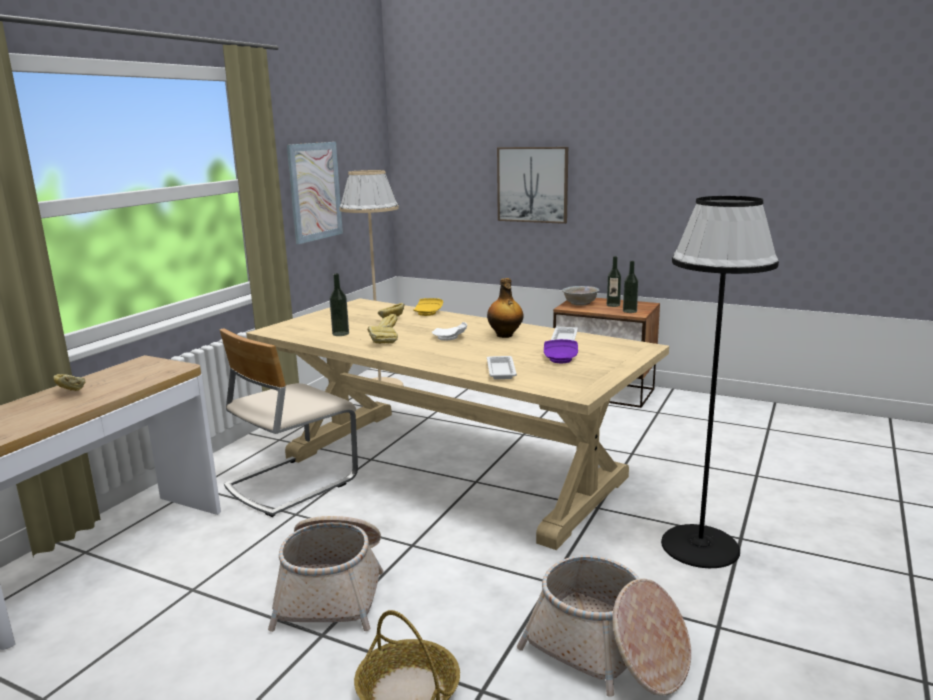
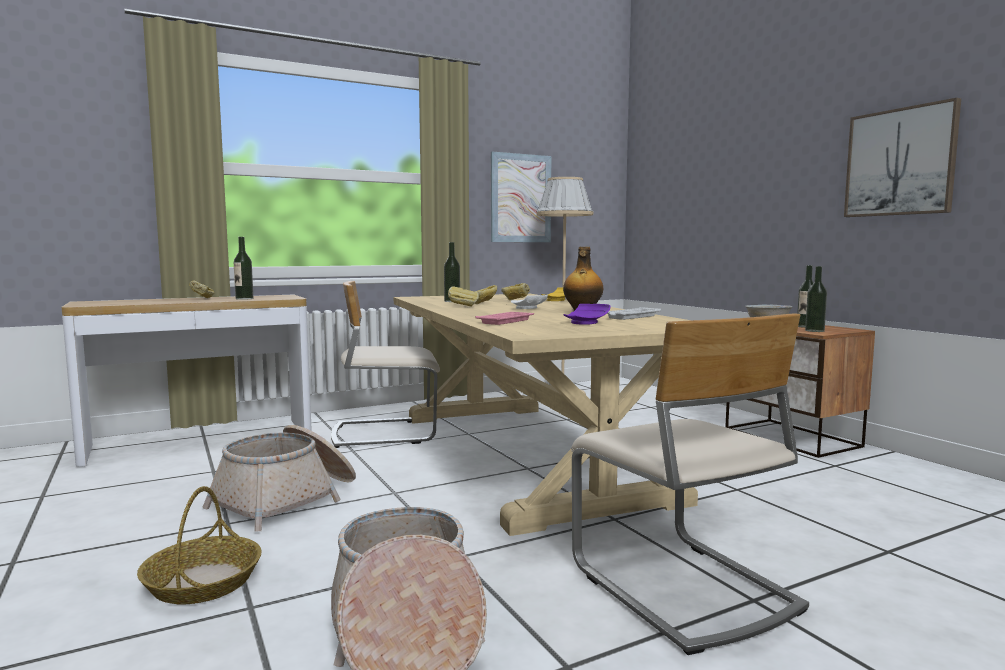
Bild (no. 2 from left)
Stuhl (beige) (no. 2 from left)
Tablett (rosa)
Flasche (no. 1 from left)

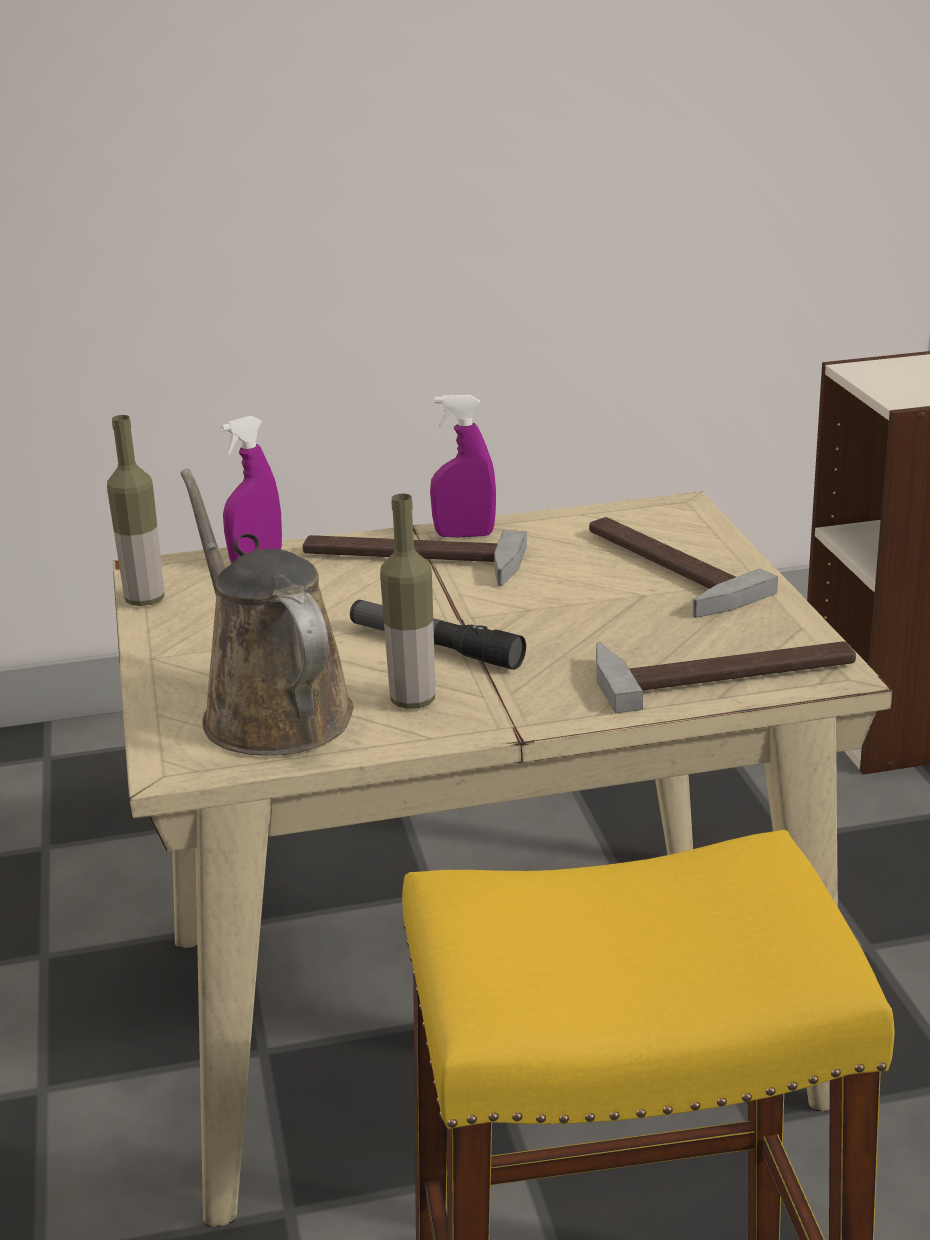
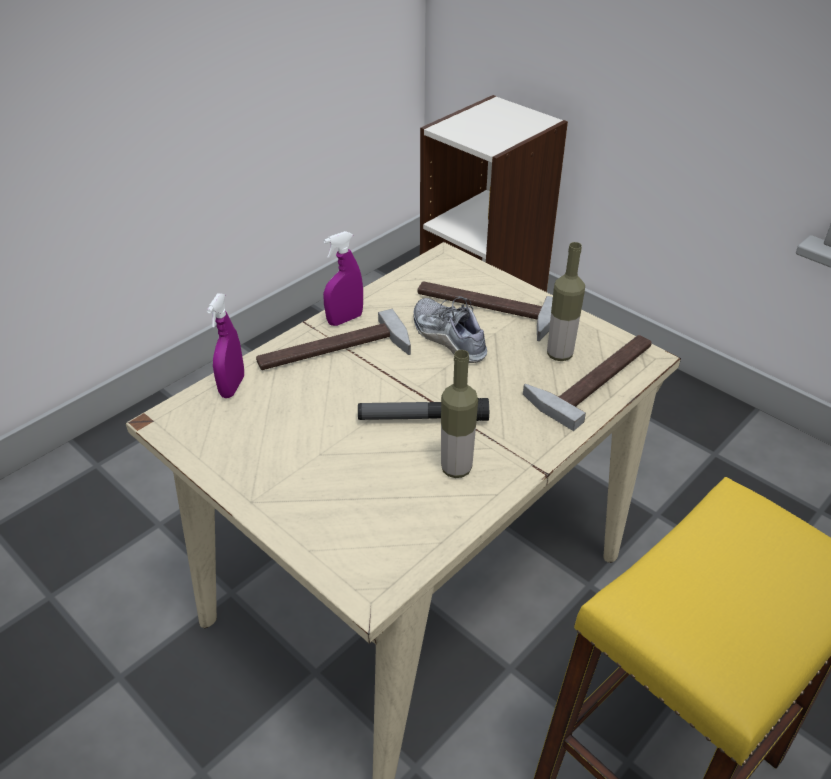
Flasche (no. 2 from left)
Gießkanne (braun)
Schuh

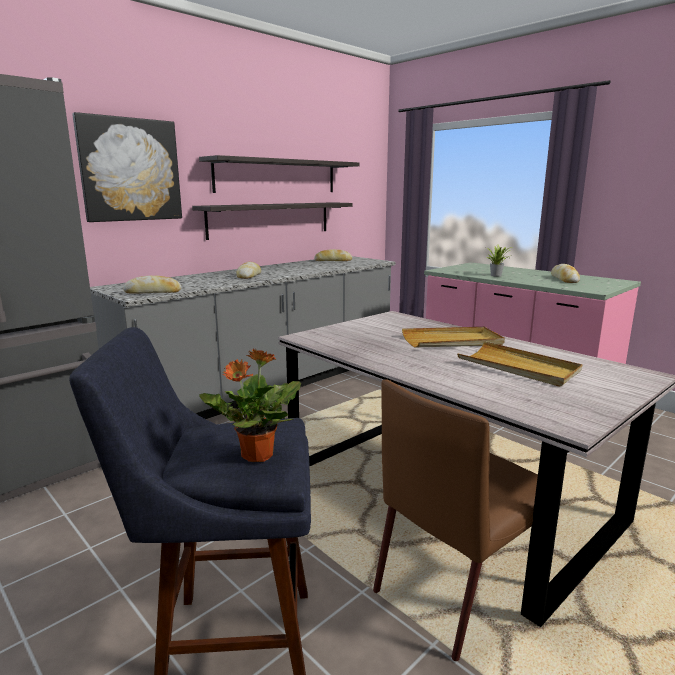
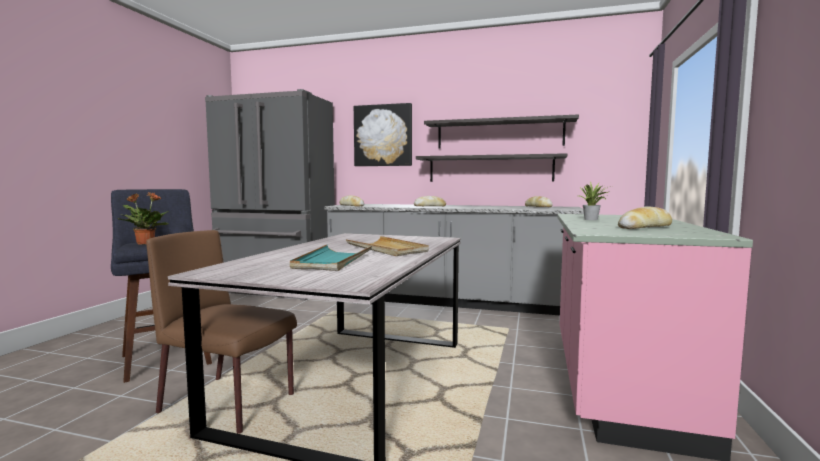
Tablett (türkis)

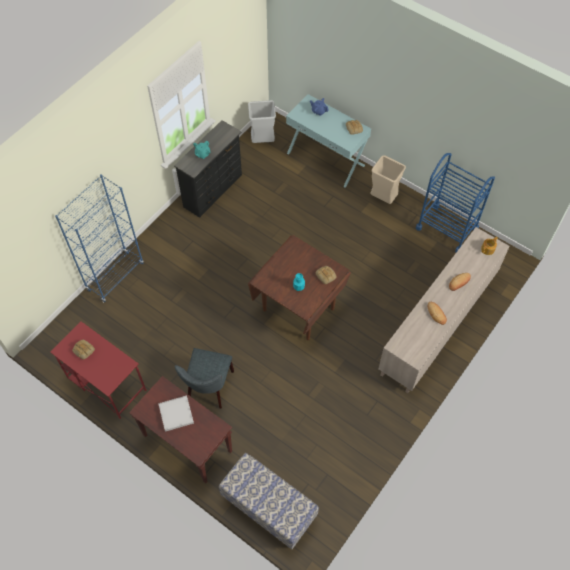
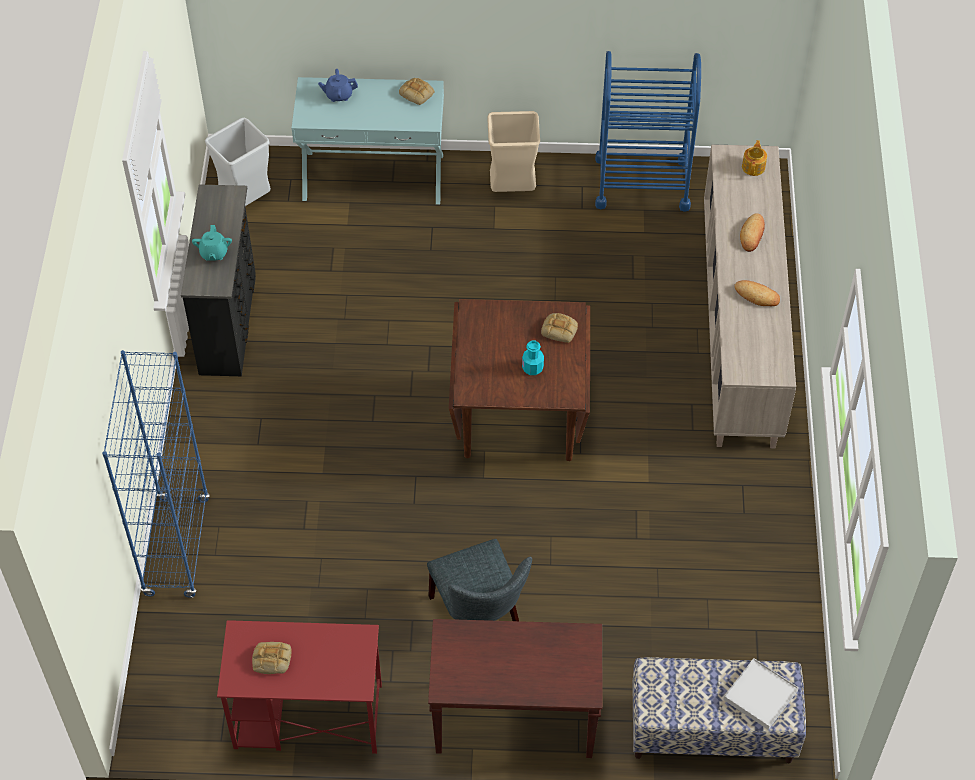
Tablett (weiß)

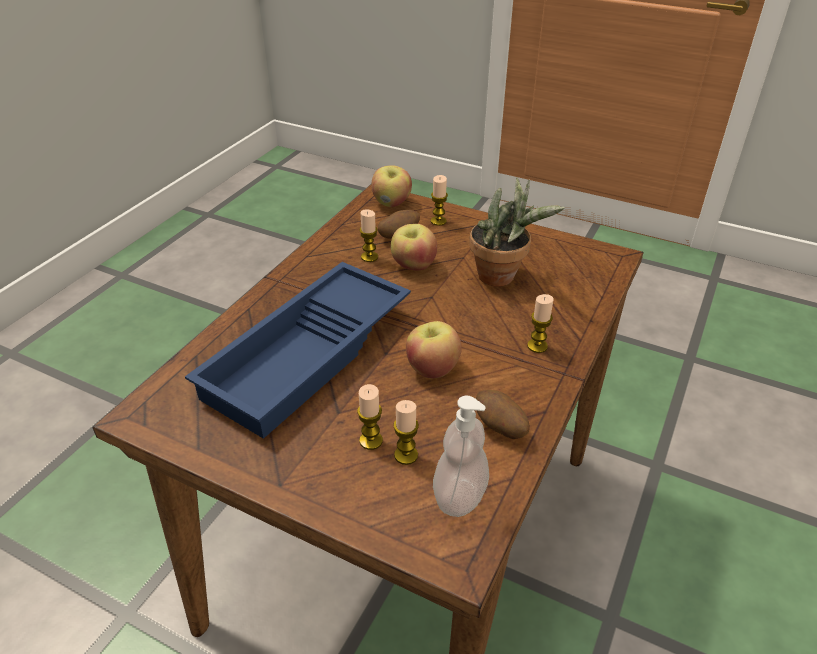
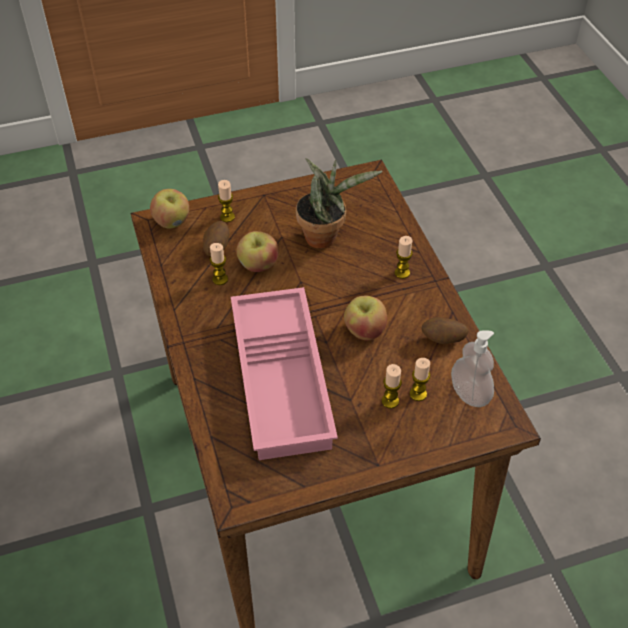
Tablett (rosa)

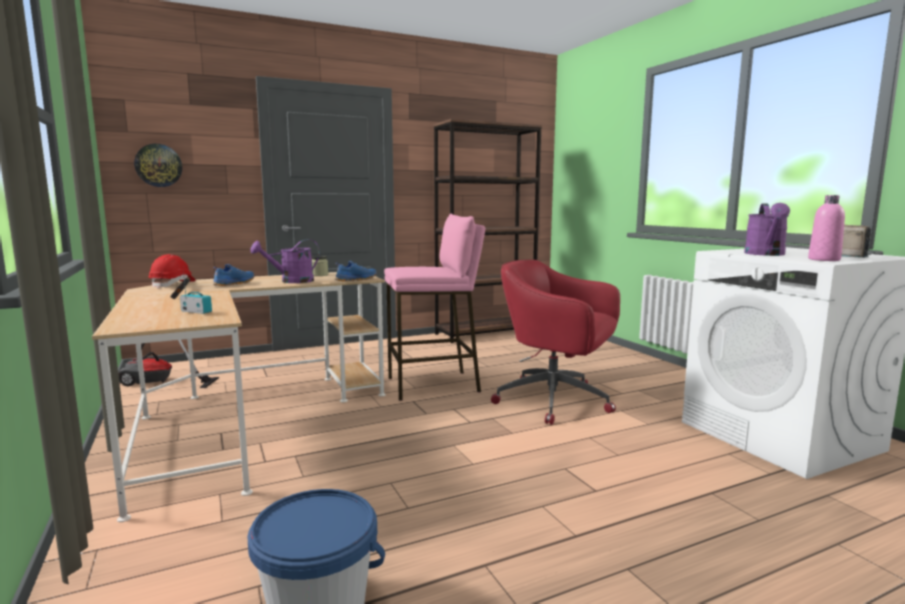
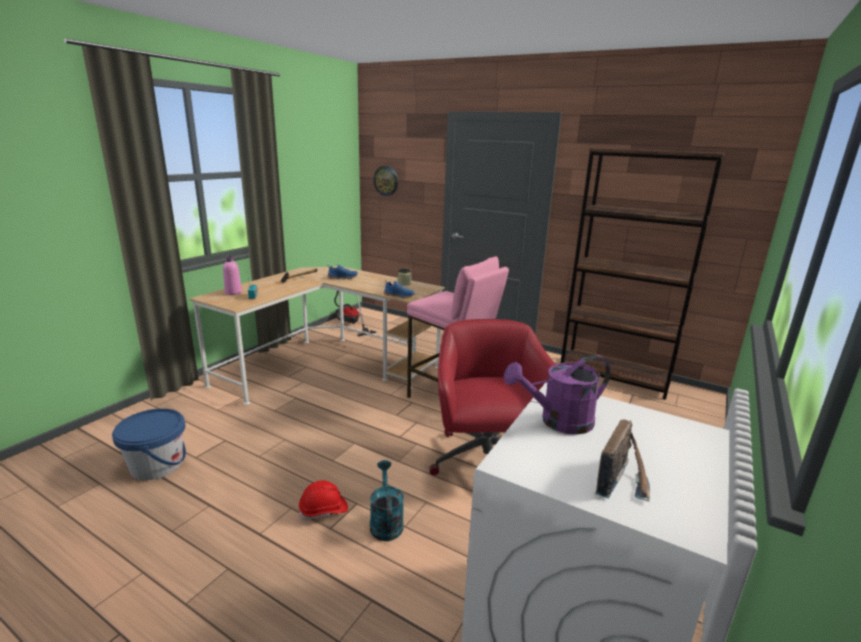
Flasche (rosa)
Gießkanne (lila) (no. 1 from left in the first image)
Schutzhelm (rot)
Gießkanne (türkis)

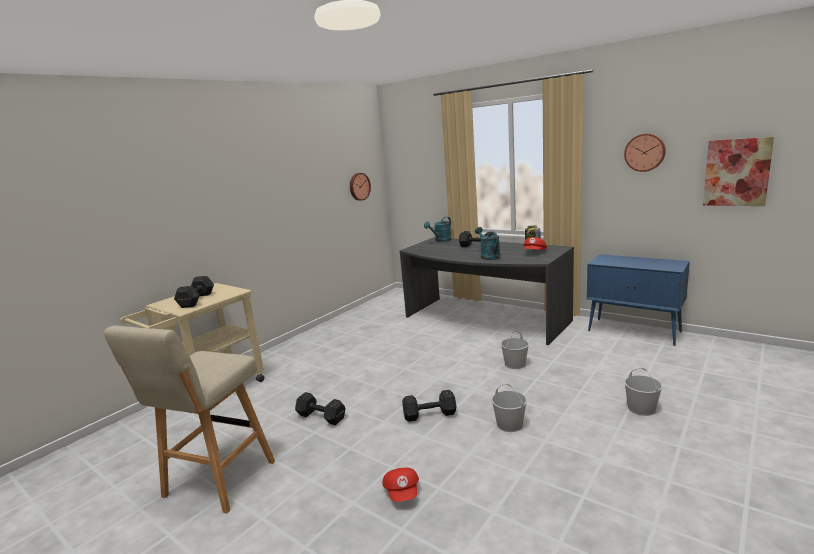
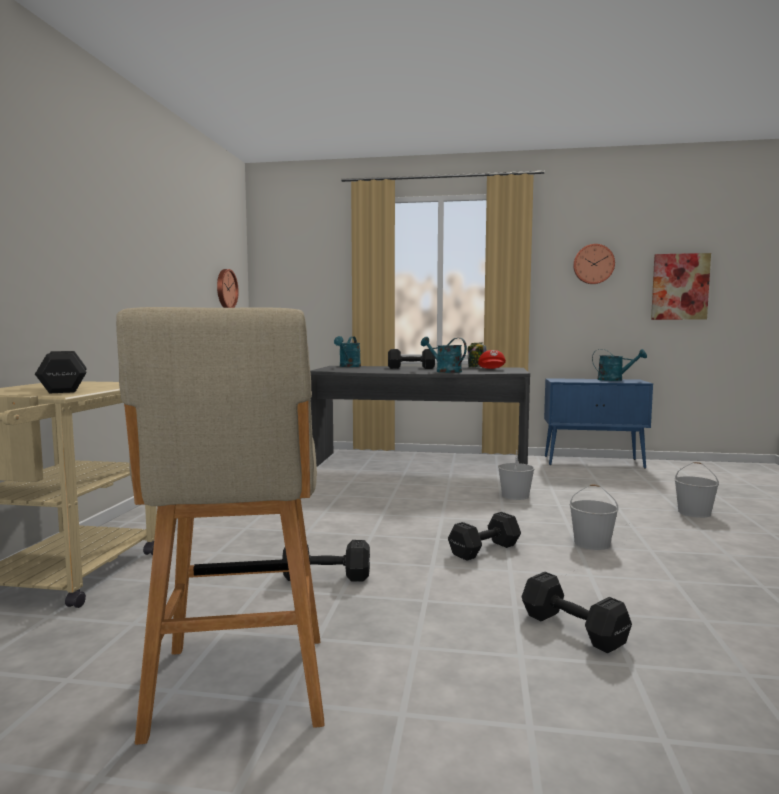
Hantel (schwarz) (no. 5 from left)
Gießkanne (türkis) (no. 3 from left)

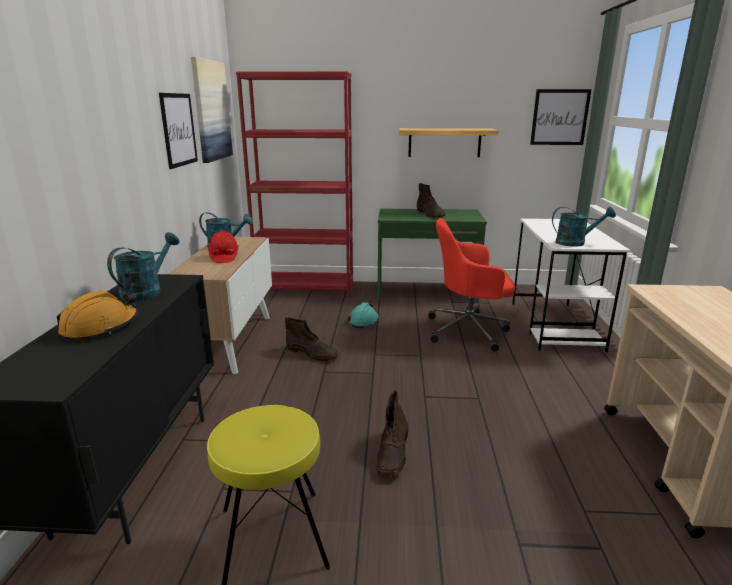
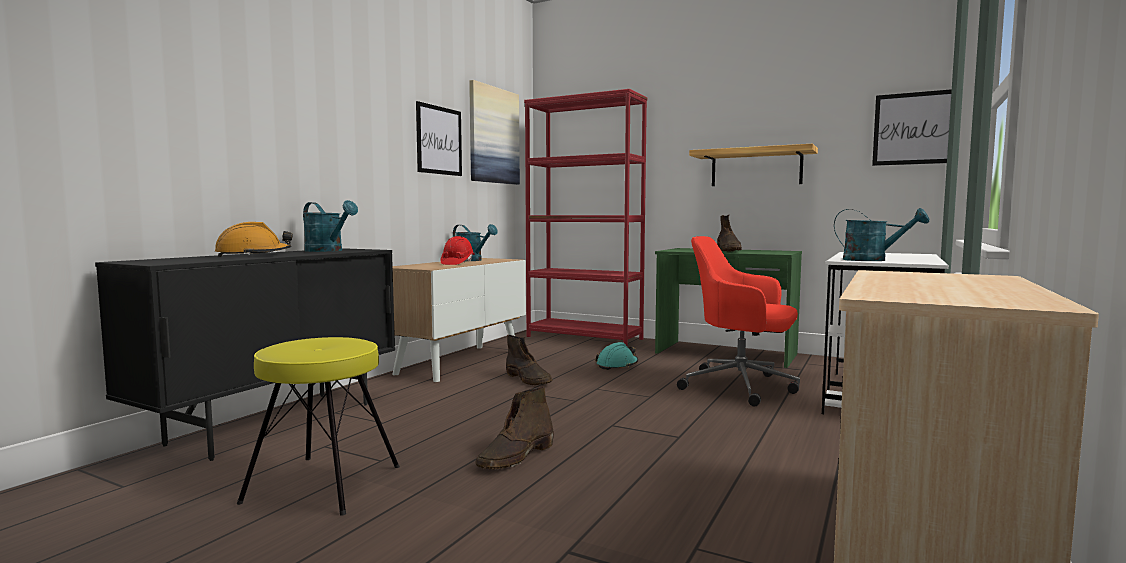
Gießkanne (türkis) (no. 1 from left)

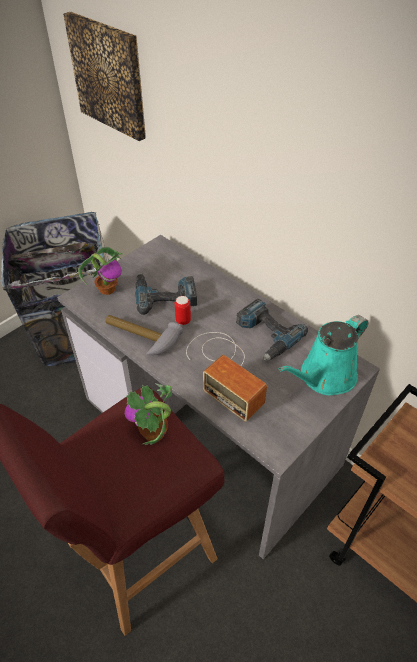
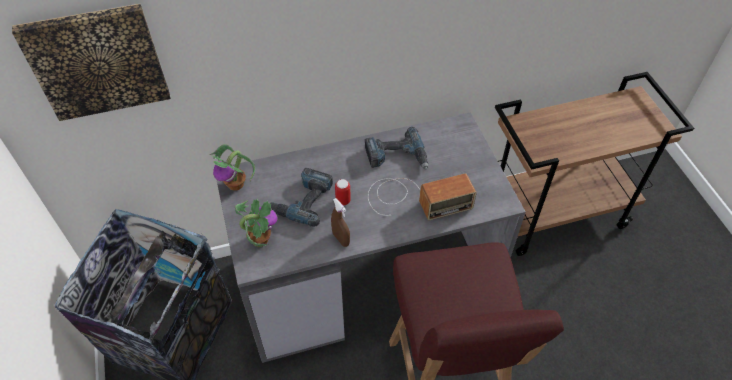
Sprühflasche (braun)
Gießkanne (türkis)
Topfpflanze (no. 1 from left)

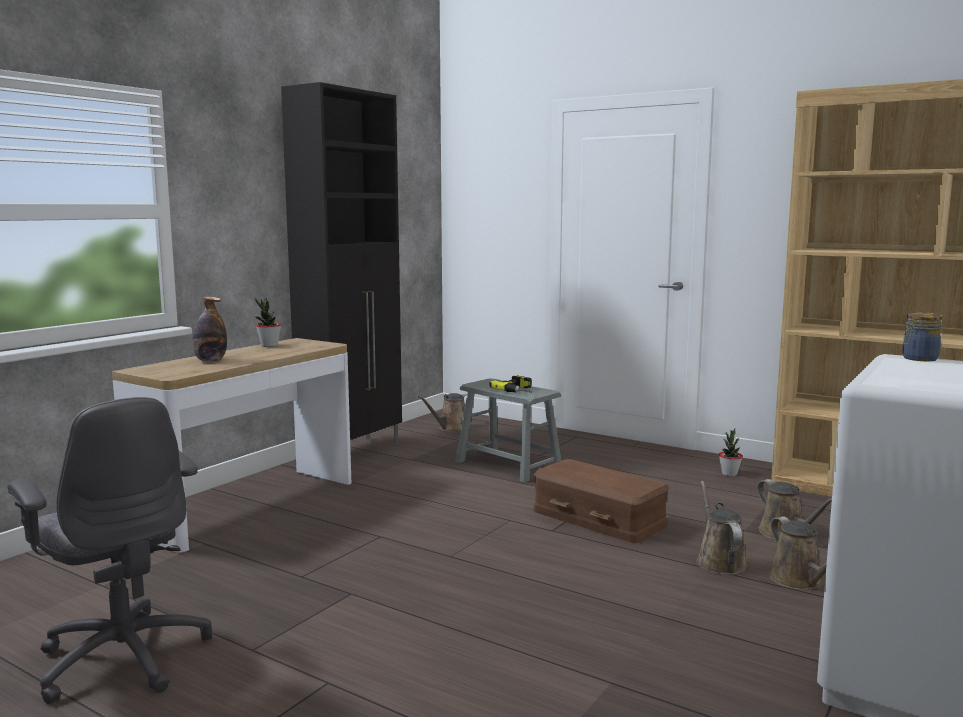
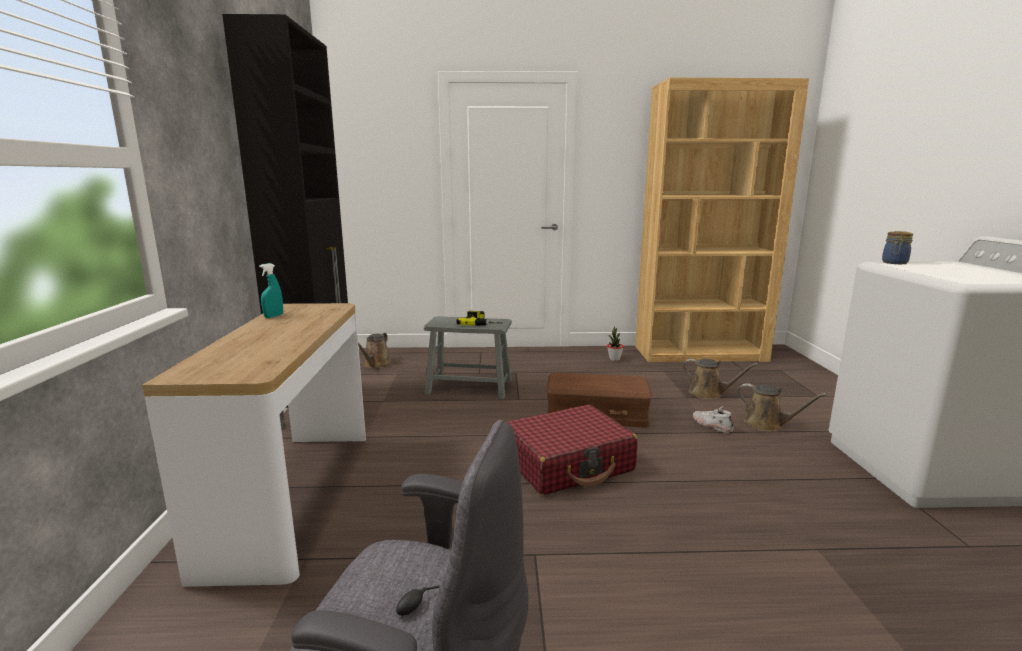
Flasche
Sprühflasche (türkis)
Schuh (weiß)
Koffer (rot)

